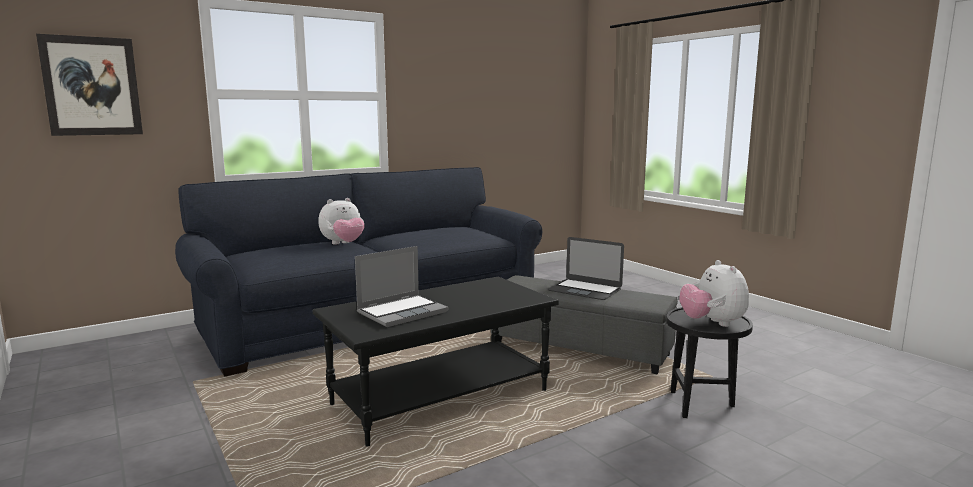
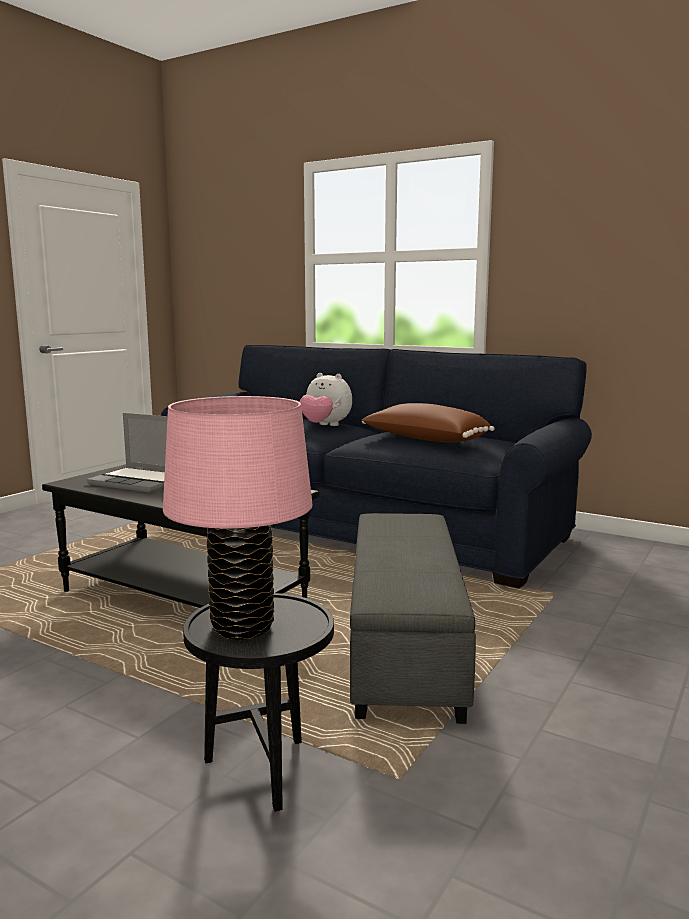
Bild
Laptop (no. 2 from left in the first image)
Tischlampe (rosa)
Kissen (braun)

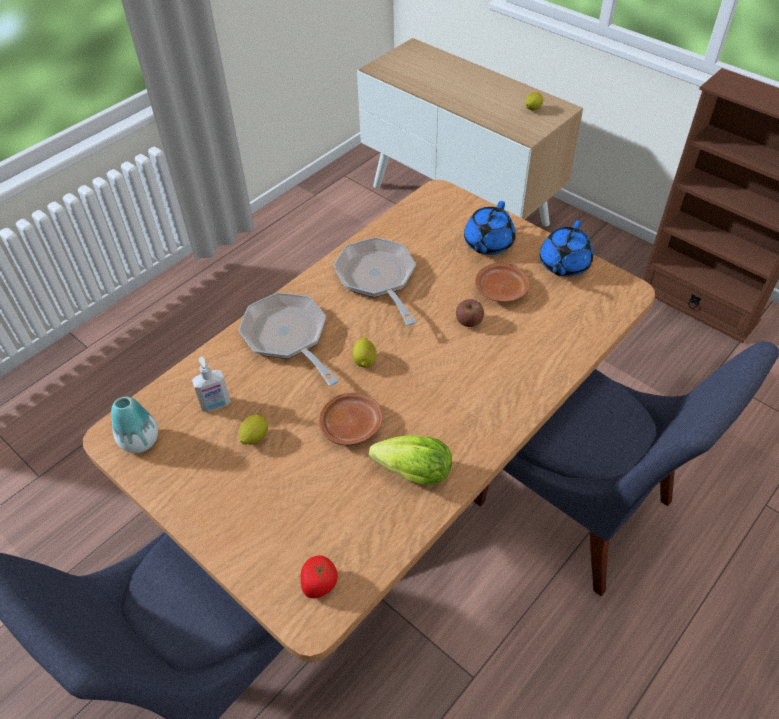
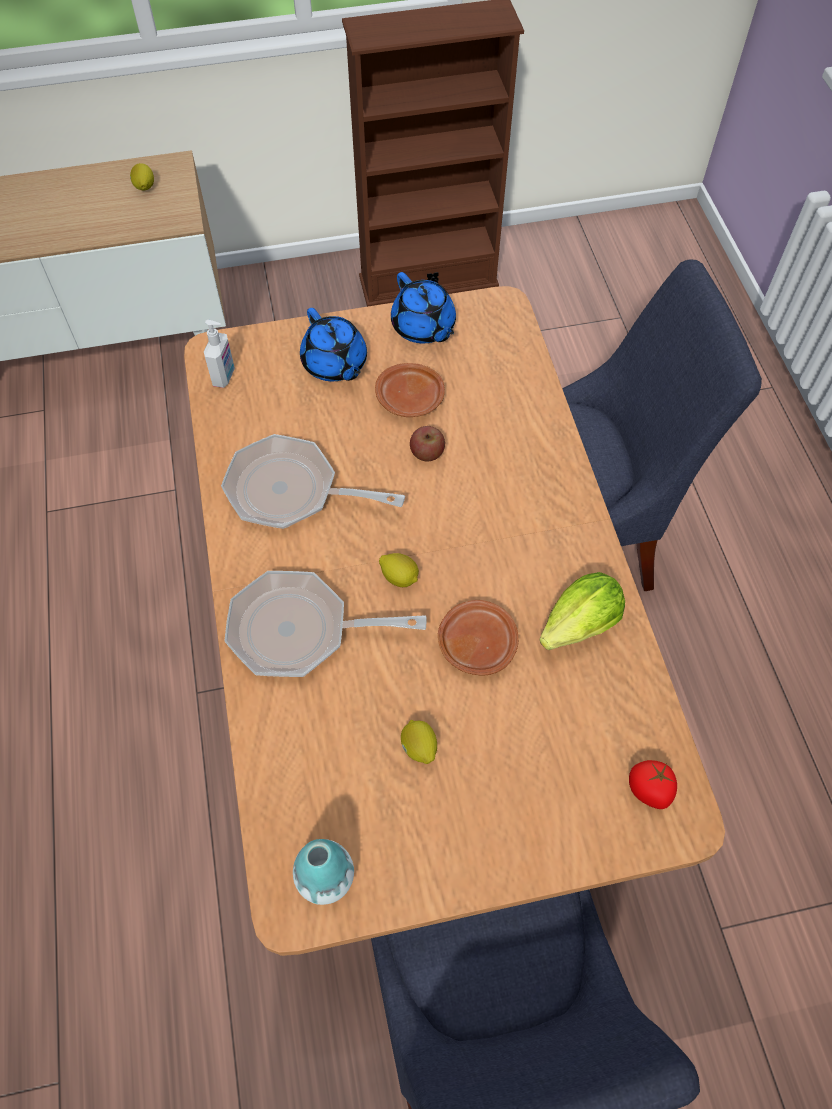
Seifenspender

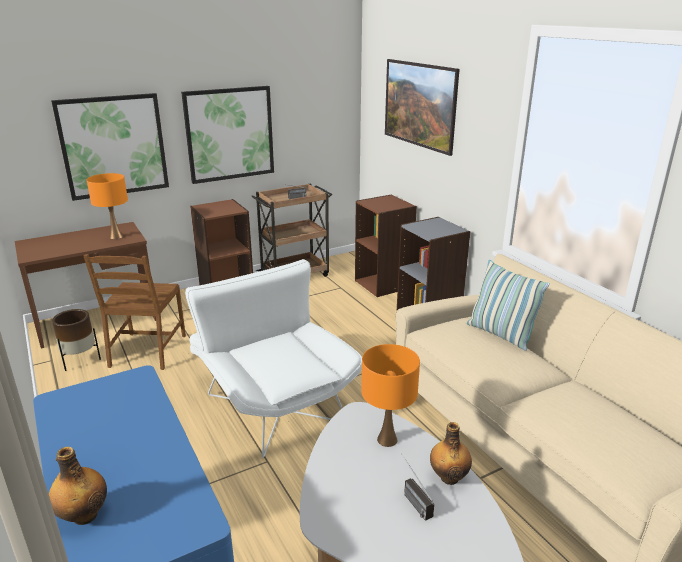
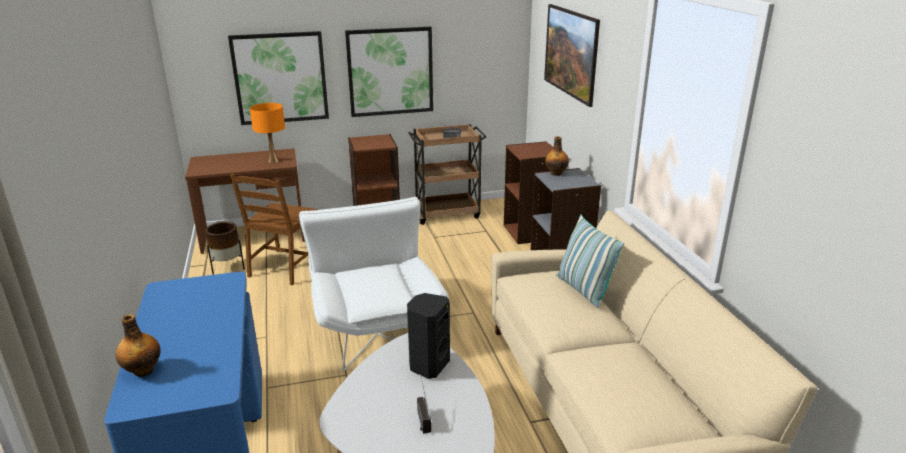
Lautsprecher (schwarz)
Flasche (no. 2 from left)

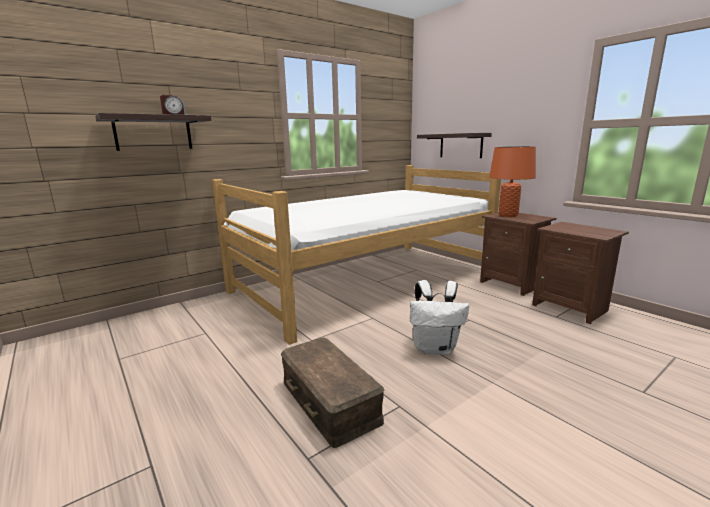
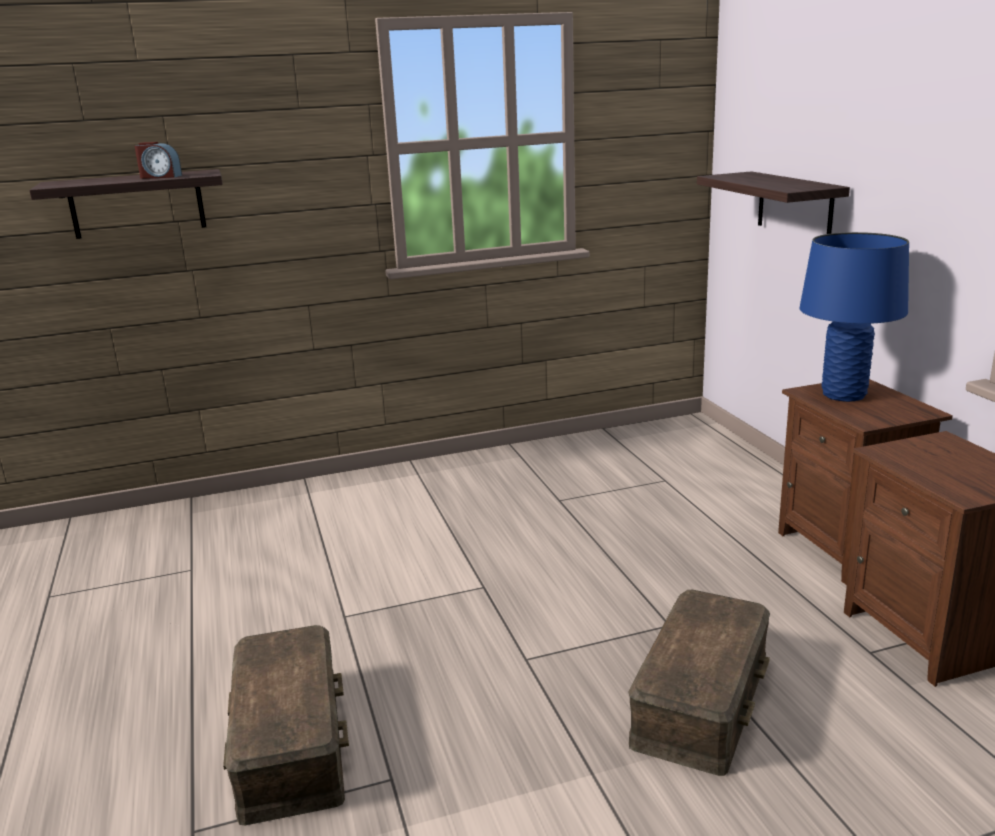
Tischlampe (blau)
Bett
Rucksack (weiß)
Aufbewahrungsbox (braun) (no. 2 from left)

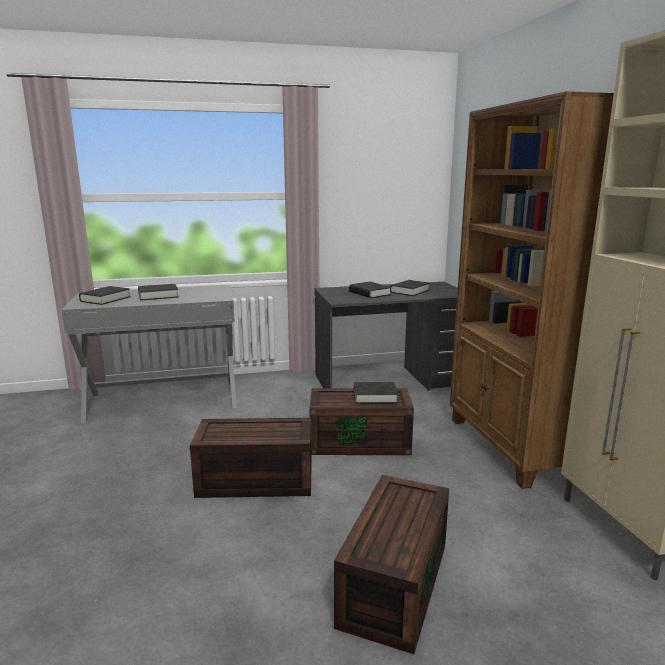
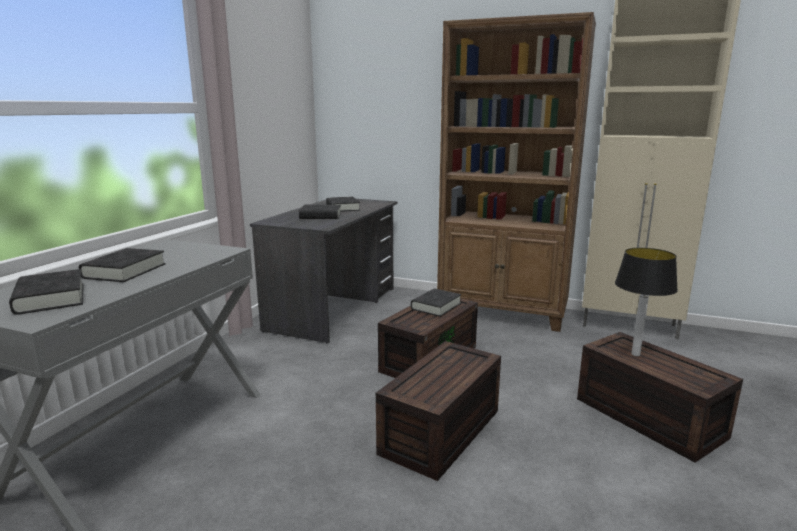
Tischlampe

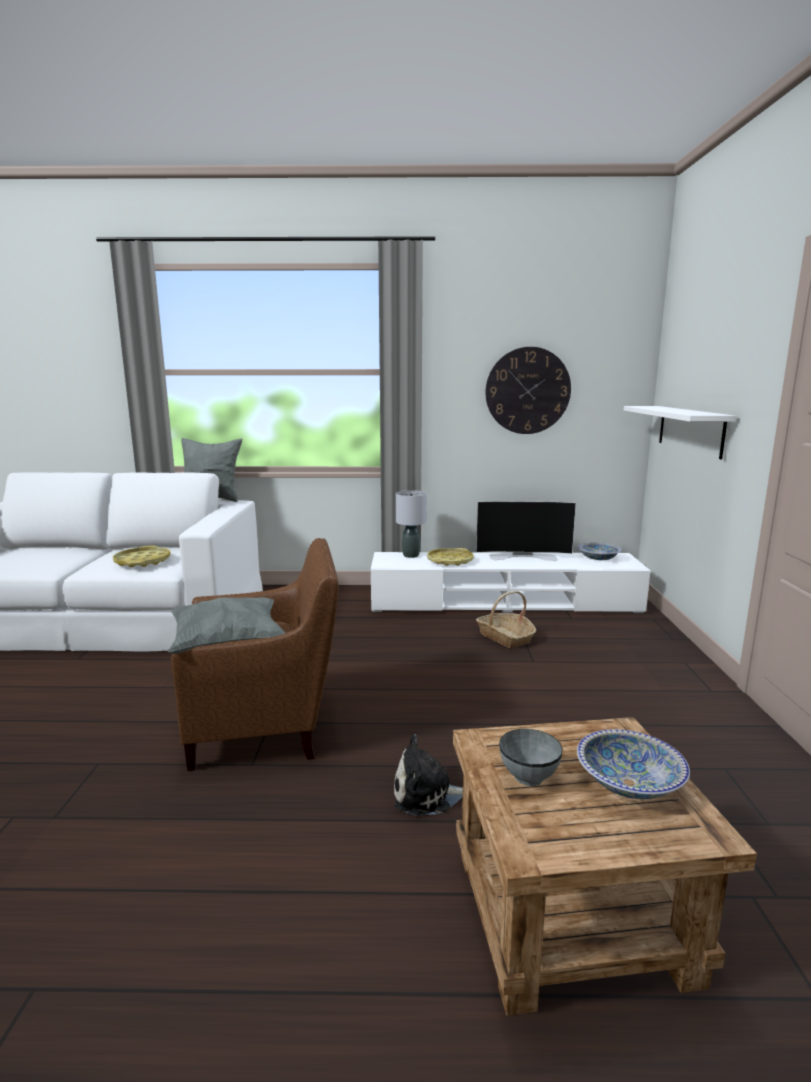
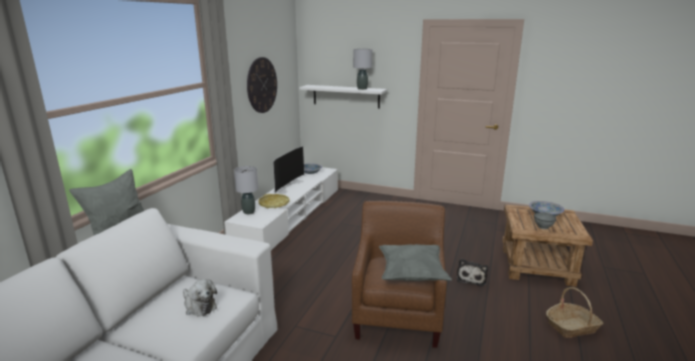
Plüschtier (no. 1 from left)
Korb
Tischlampe (grau) (no. 2 from left)

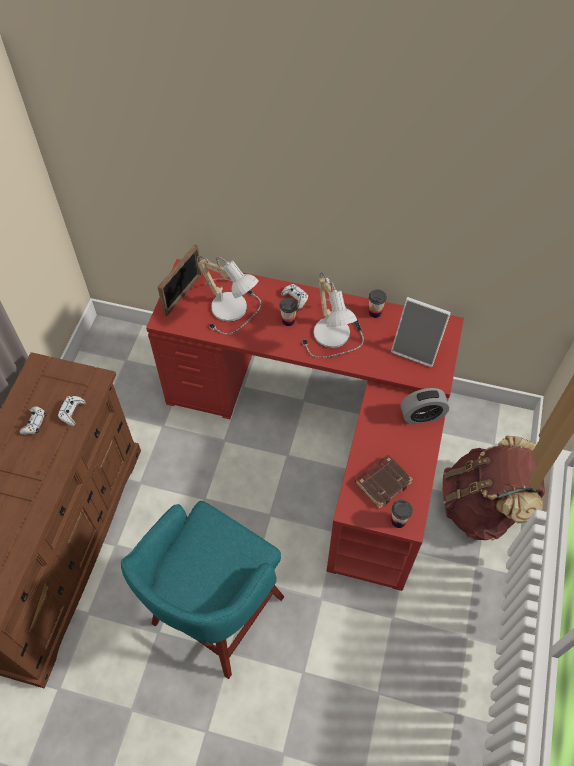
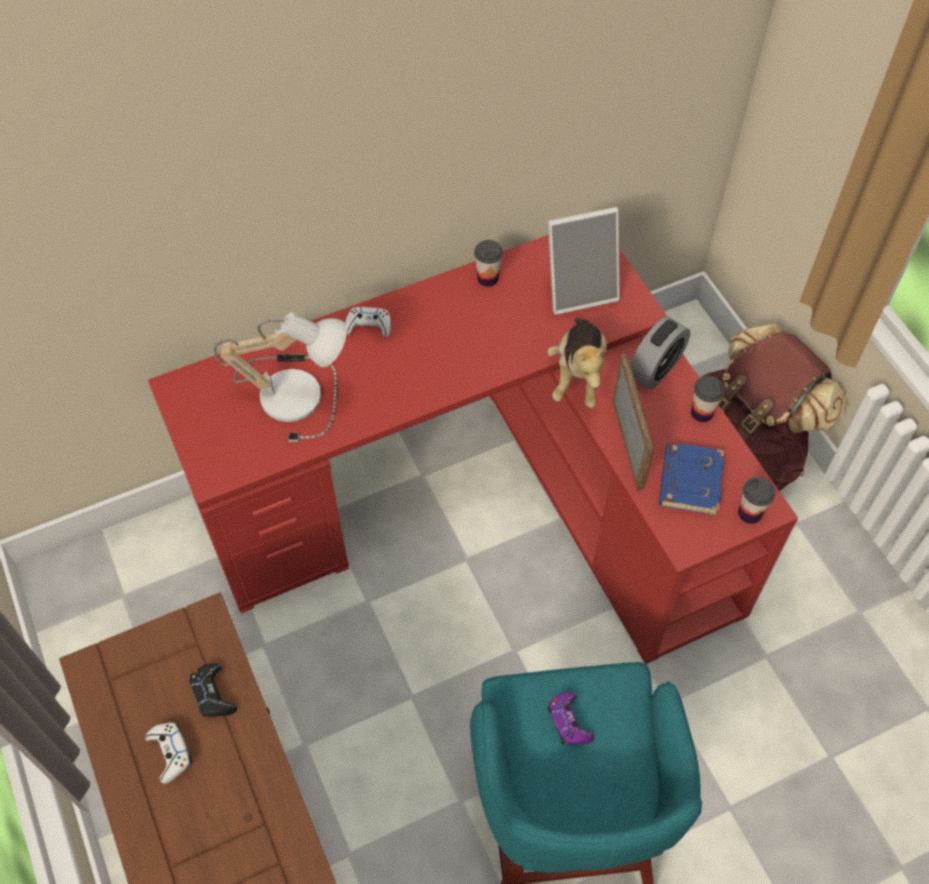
Bilderrahmen (no. 2 from left)
Tischlampe (no. 2 from left in the first image)
Tasse (no. 2 from left)
Gamepad (schwarz)
Buch (blau)
Plüschtier
Gamepad (lila)

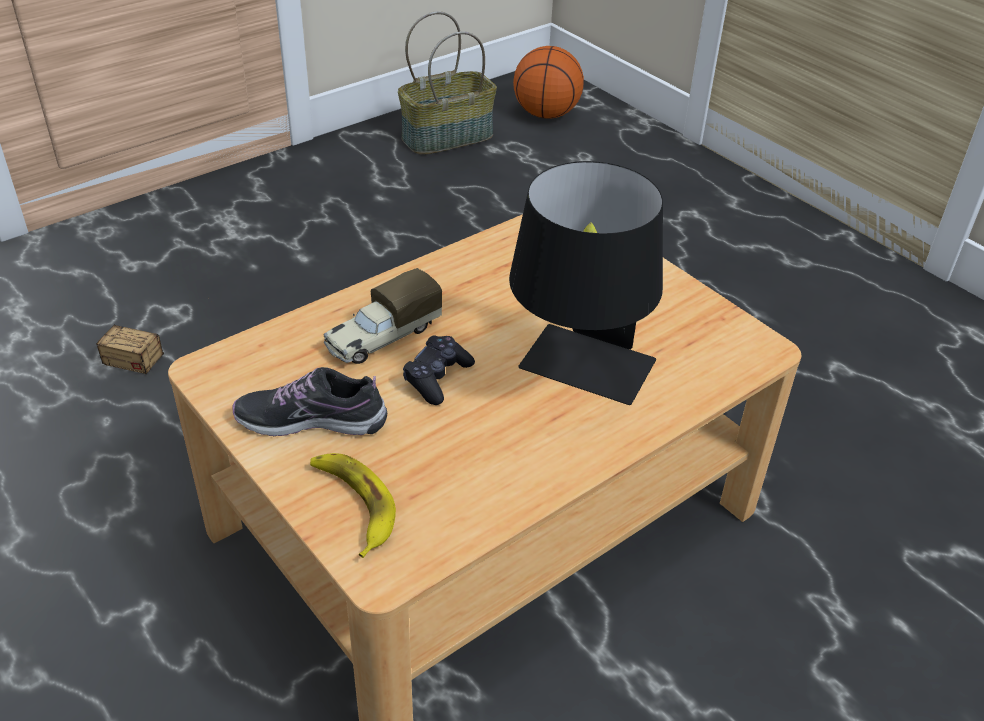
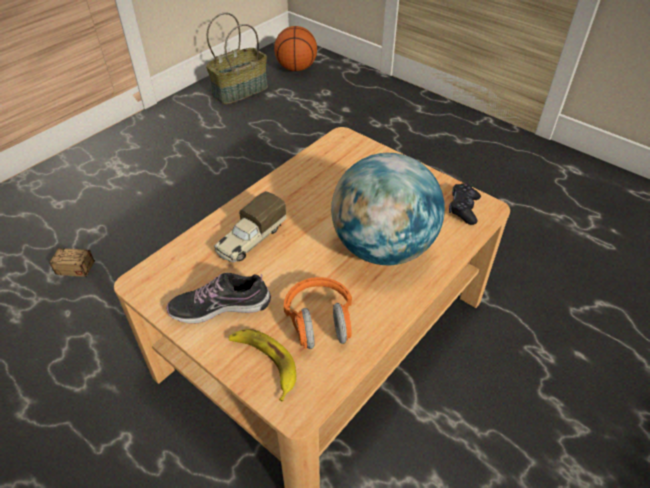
Globus
Gamepad (schwarz)
Kopfhörer (orange)

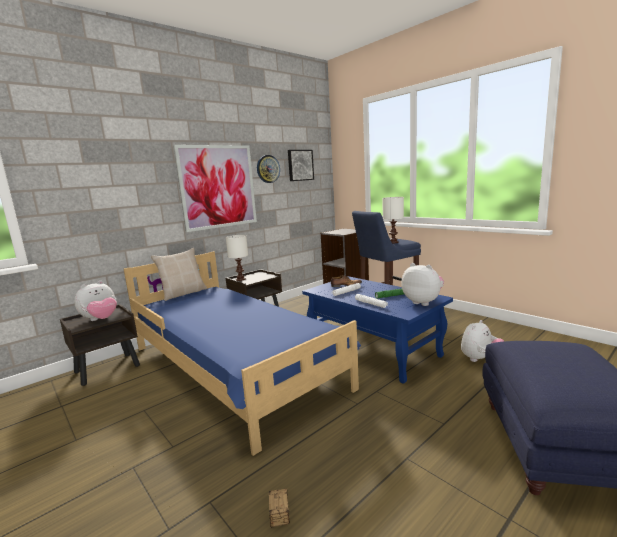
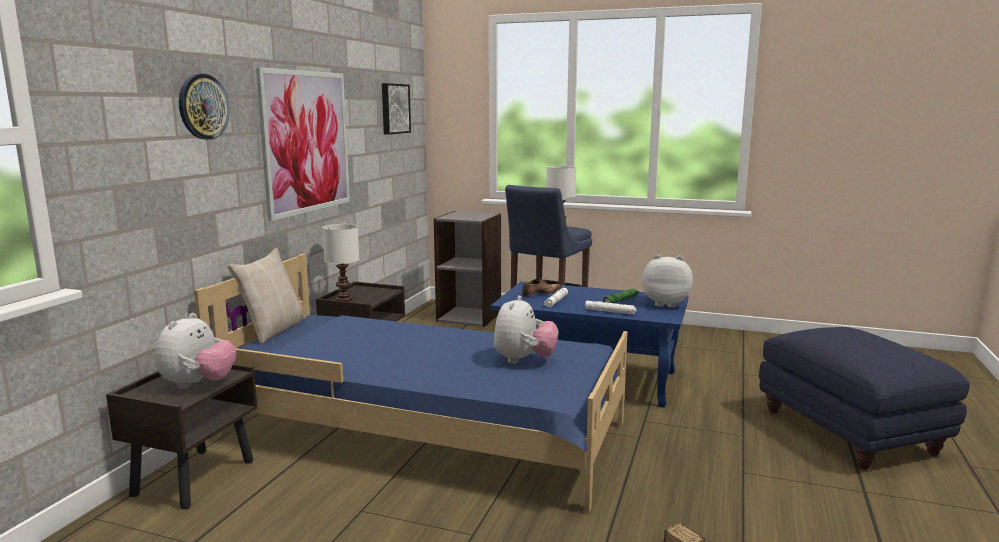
Wanduhr
Plüschtier (no. 2 from left)

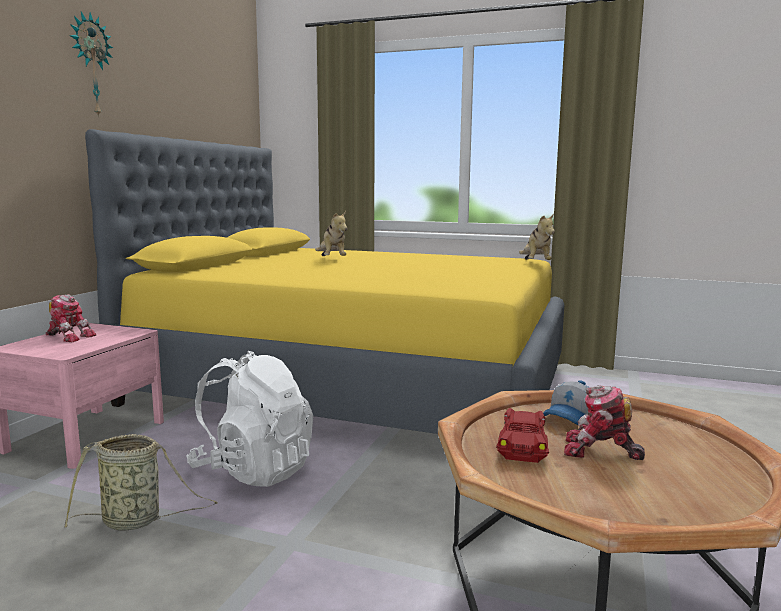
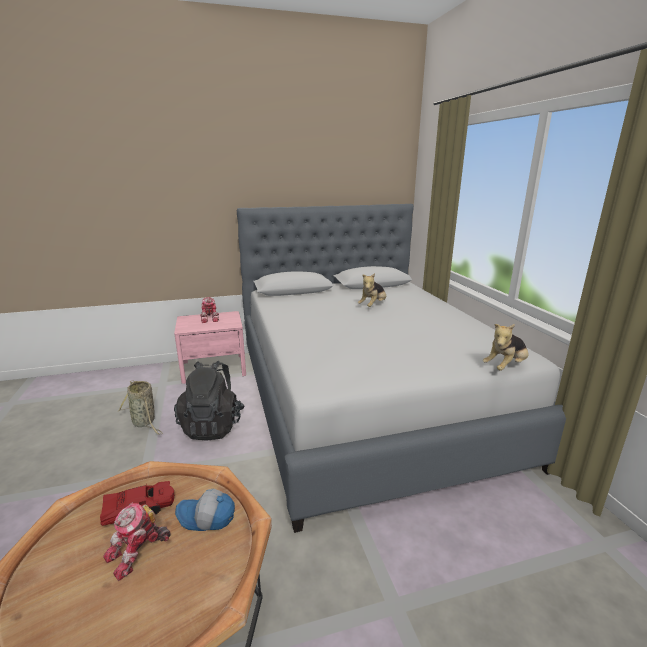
Wanduhr
Bett (grau)
Rucksack (schwarz)
Spielzeugroboter (no. 1 from left)

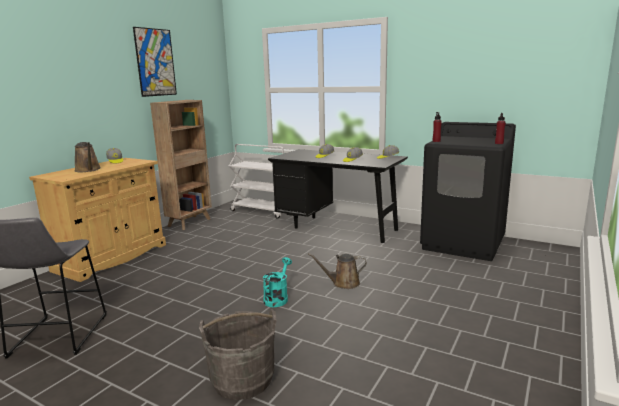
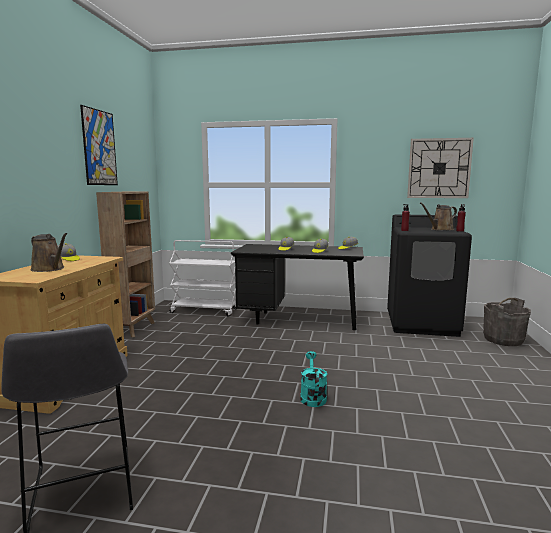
Gießkanne (braun) (no. 2 from left)
Eimer (grau)
Wanduhr

